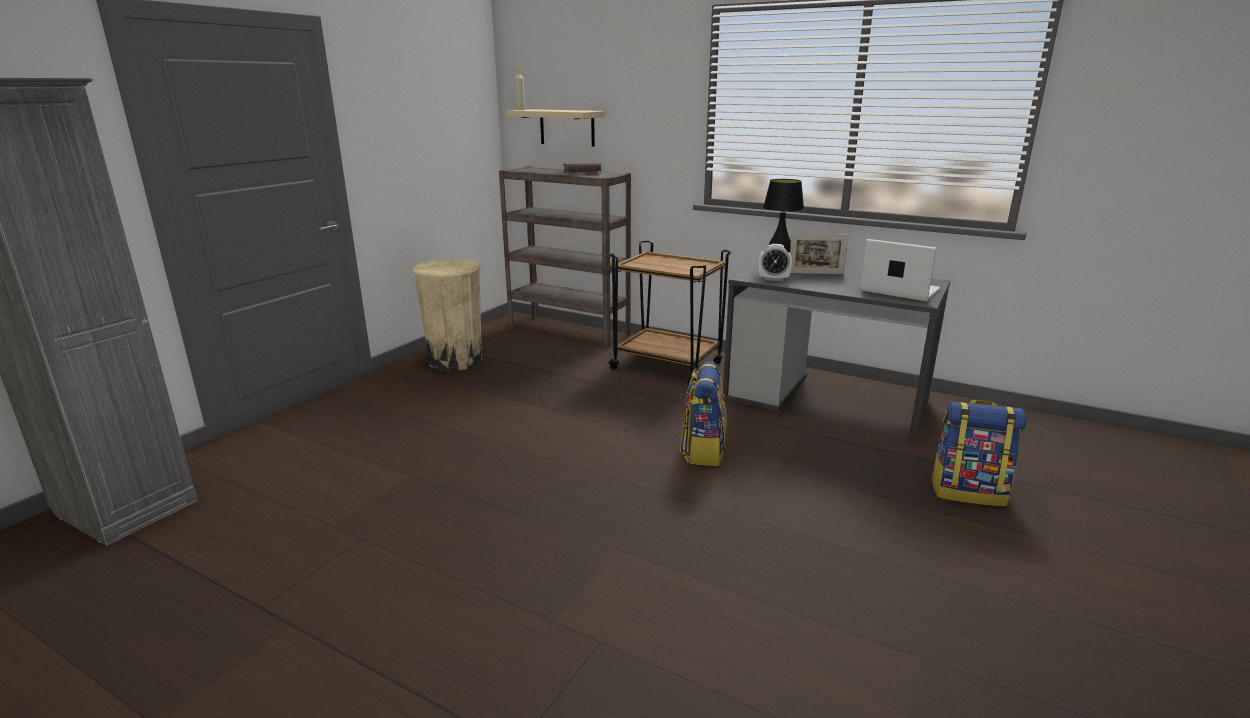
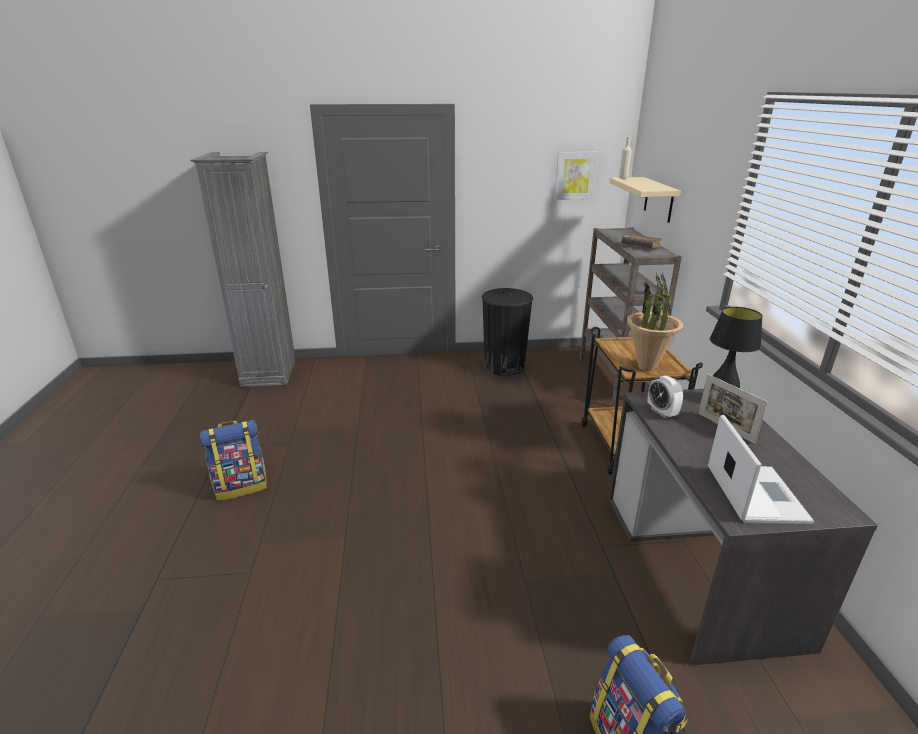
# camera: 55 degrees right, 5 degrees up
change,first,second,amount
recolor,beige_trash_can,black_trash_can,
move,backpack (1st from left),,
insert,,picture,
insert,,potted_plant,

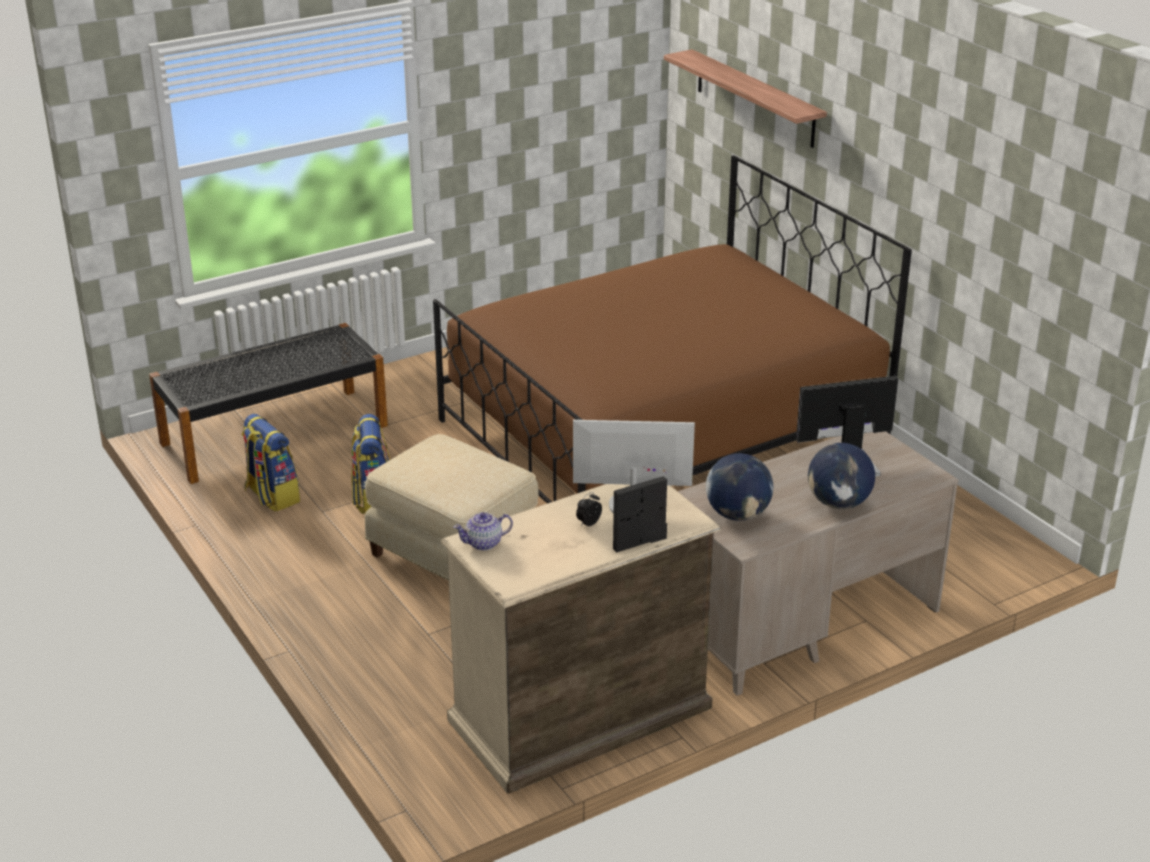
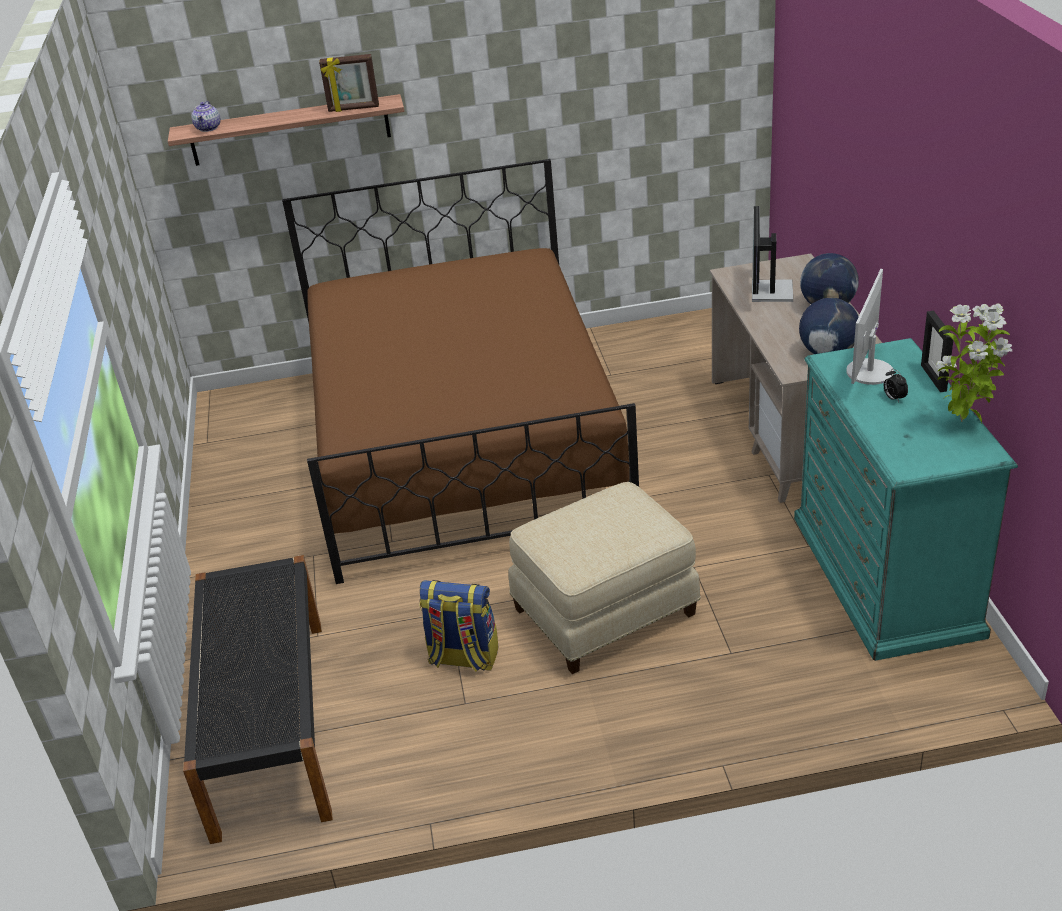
# camera: 65 degrees left, 5 degrees up
change,first,second,amount
delete,backpack (1st from left),,
recolor,beige_dresser,turquoise_dresser,
move,teapot,,
insert,,picture_frame (1st from left),
insert,,potted_plant,

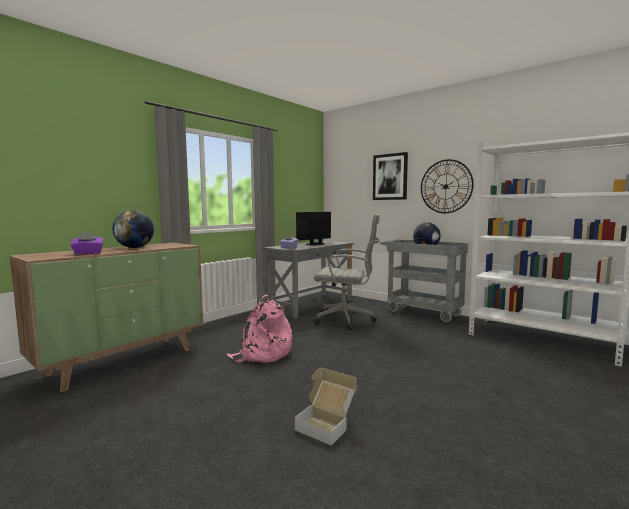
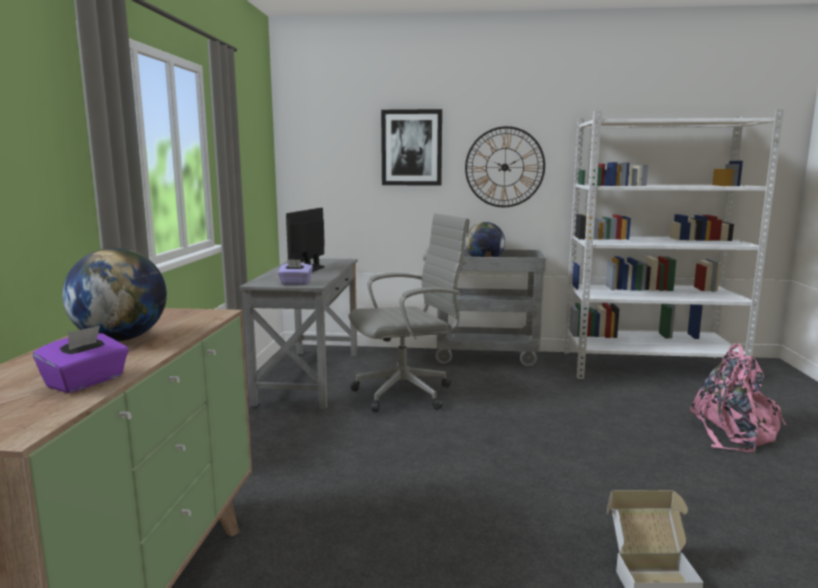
# camera: 35 degrees left, 5 degrees up
change,first,second,amount
move,pink_backpack,,

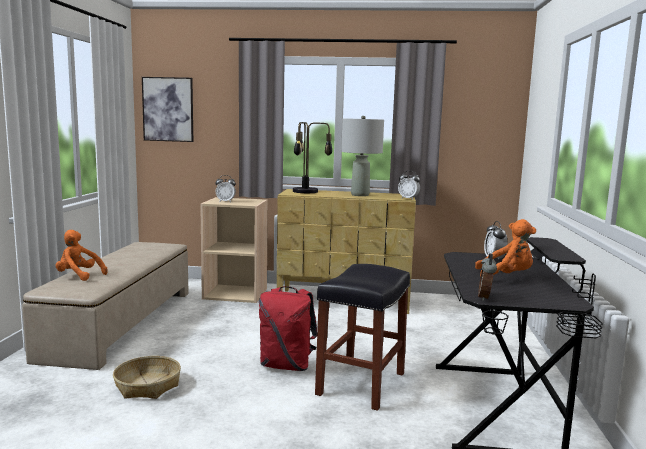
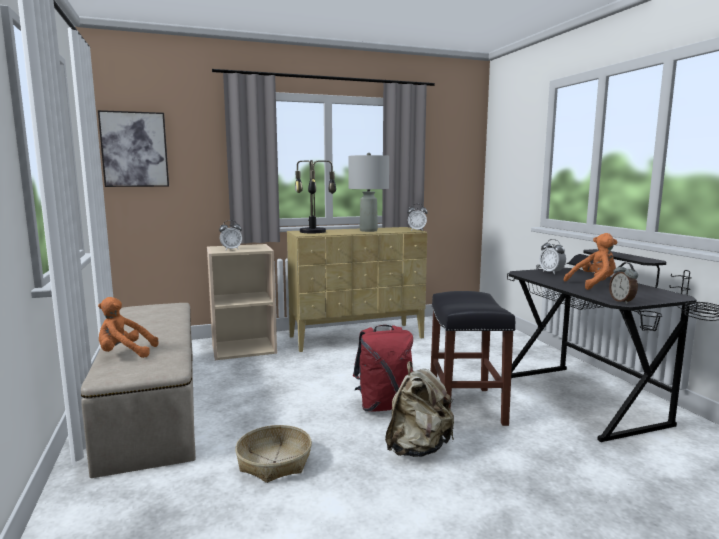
# camera: 25 degrees left, 0 degrees up
change,first,second,amount
insert,,beige_backpack,

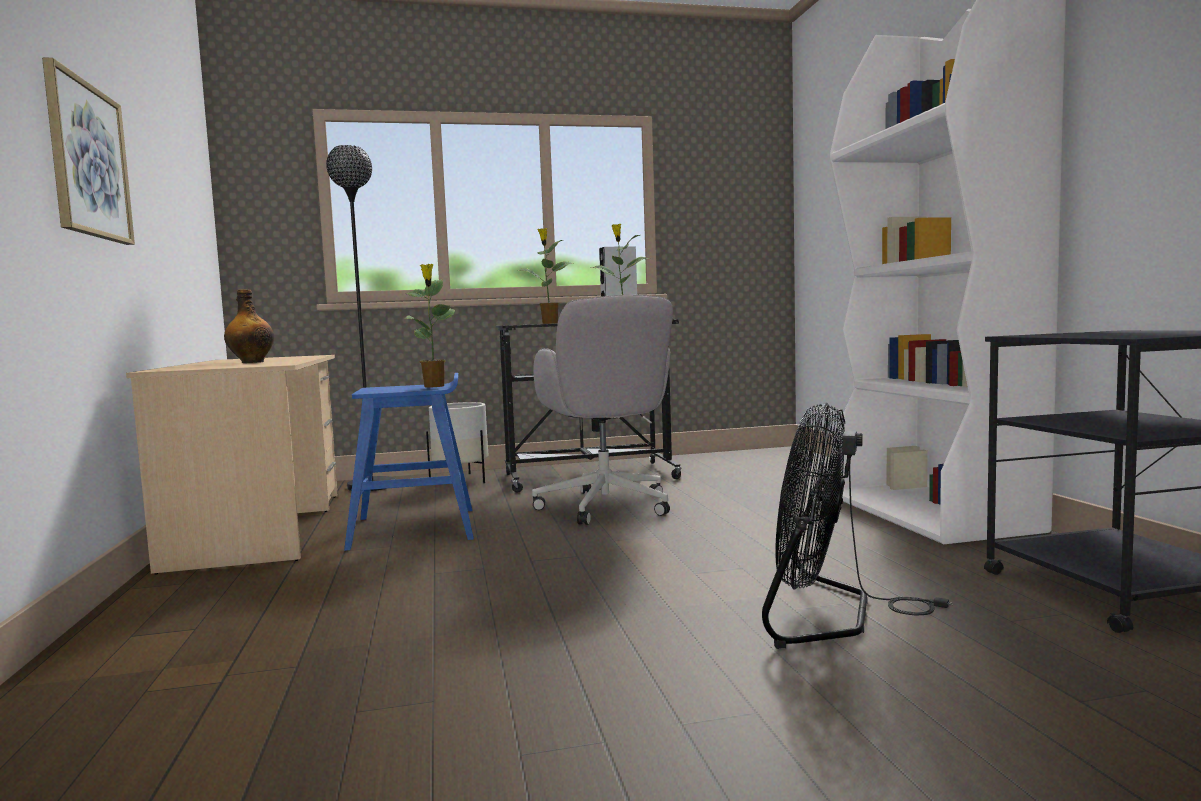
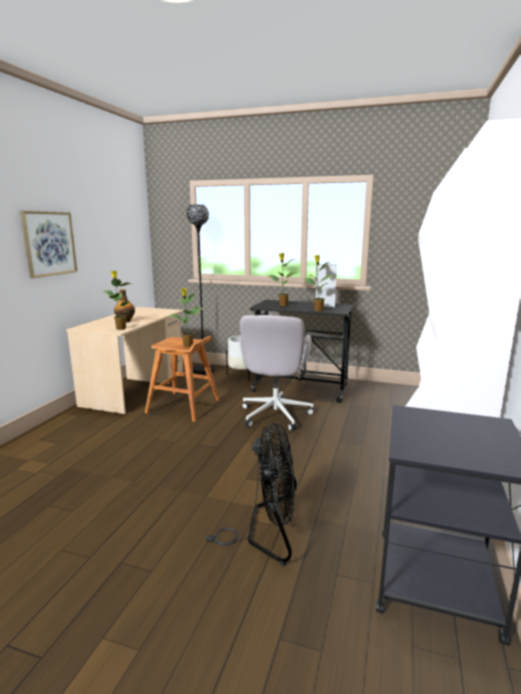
# camera: 30 degrees right, 10 degrees up
change,first,second,amount
recolor,blue_stool,brown_stool,
rotate,black_fan,,135 degrees clockwise
insert,,potted_plant (1st from left),

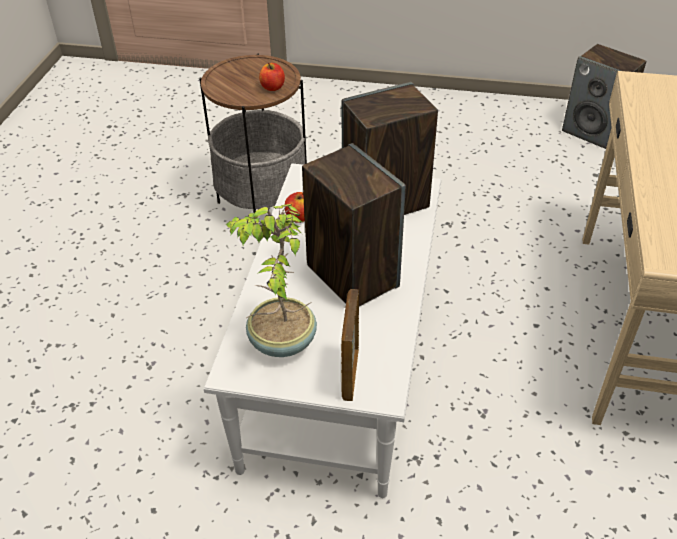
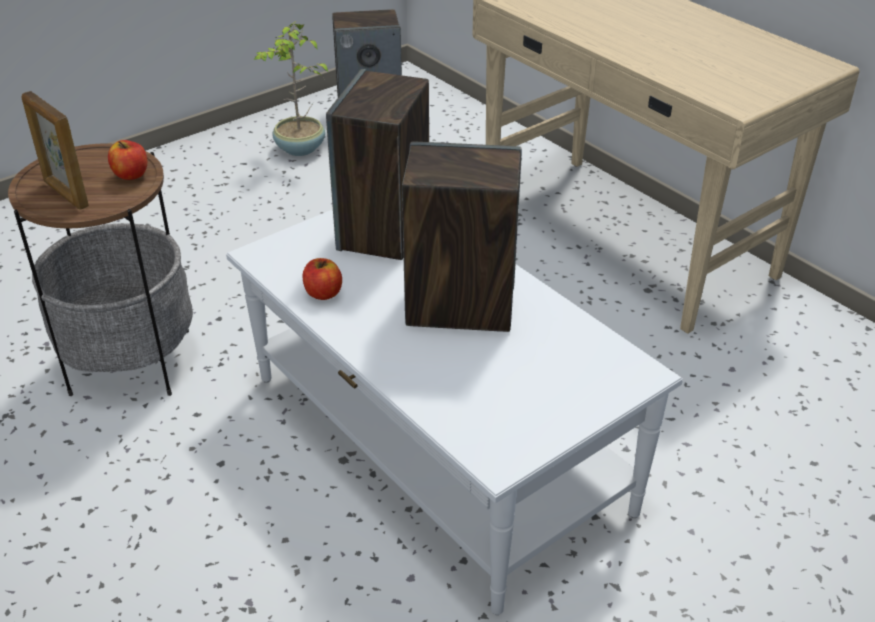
# camera: 50 degrees left, 5 degrees down
change,first,second,amount
move,potted_plant,,
move,picture_frame,,

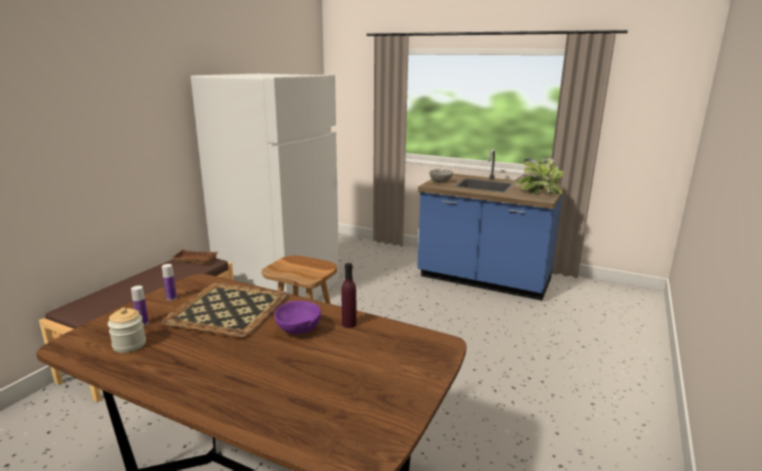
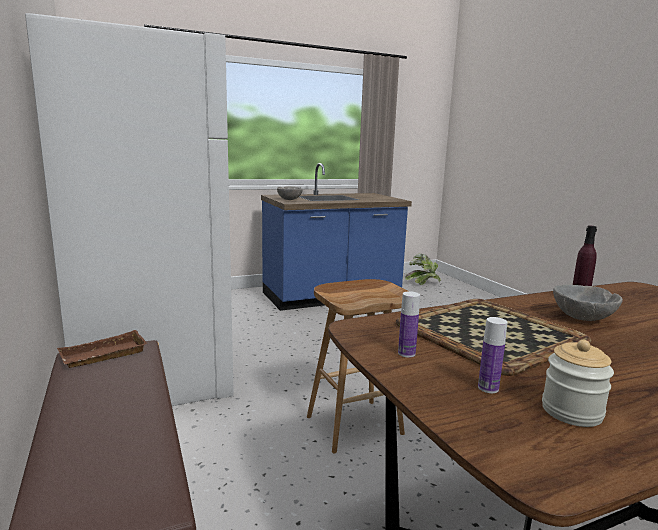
# camera: 50 degrees left, 5 degrees down
change,first,second,amount
move,potted_plant,,
recolor,purple_bowl,grey_bowl (2nd from left),

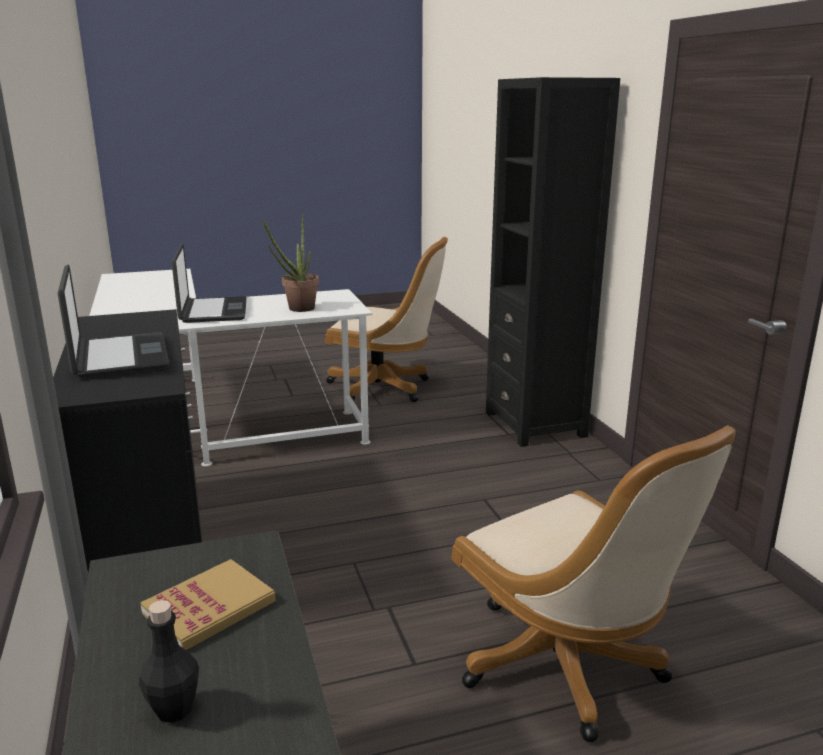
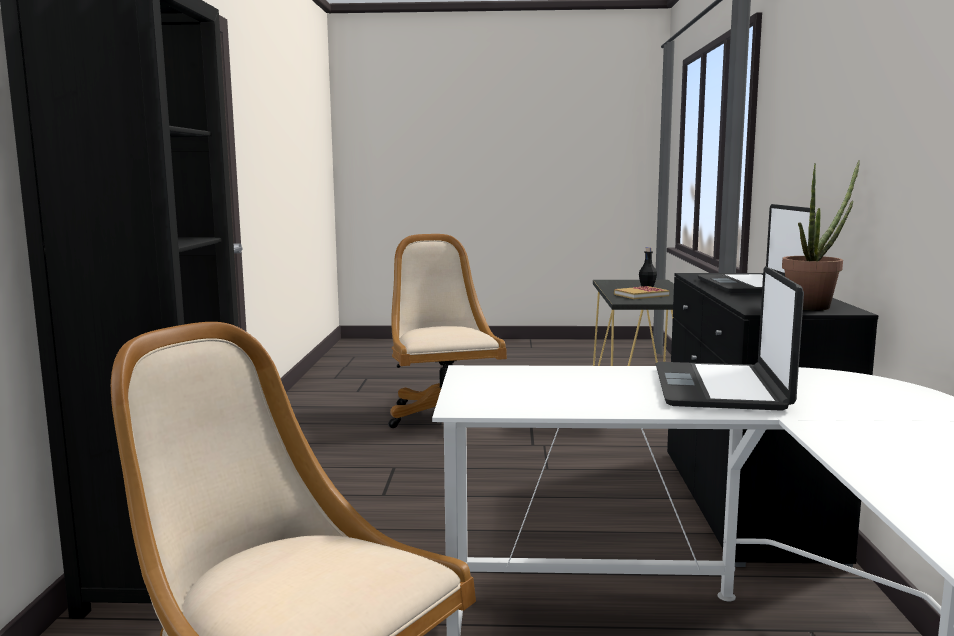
# camera: 160 degrees left, 10 degrees down
change,first,second,amount
move,potted_plant,,

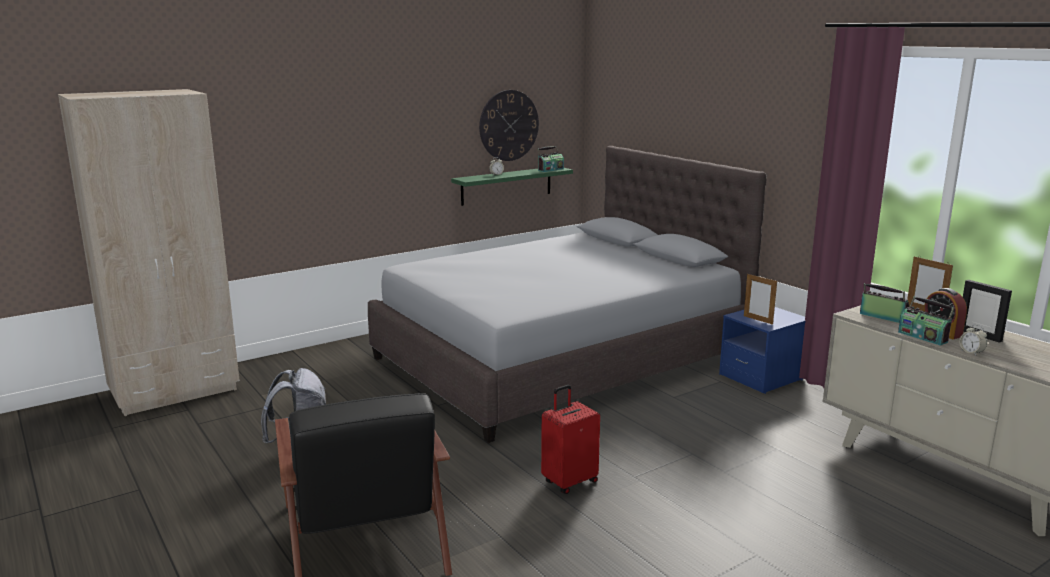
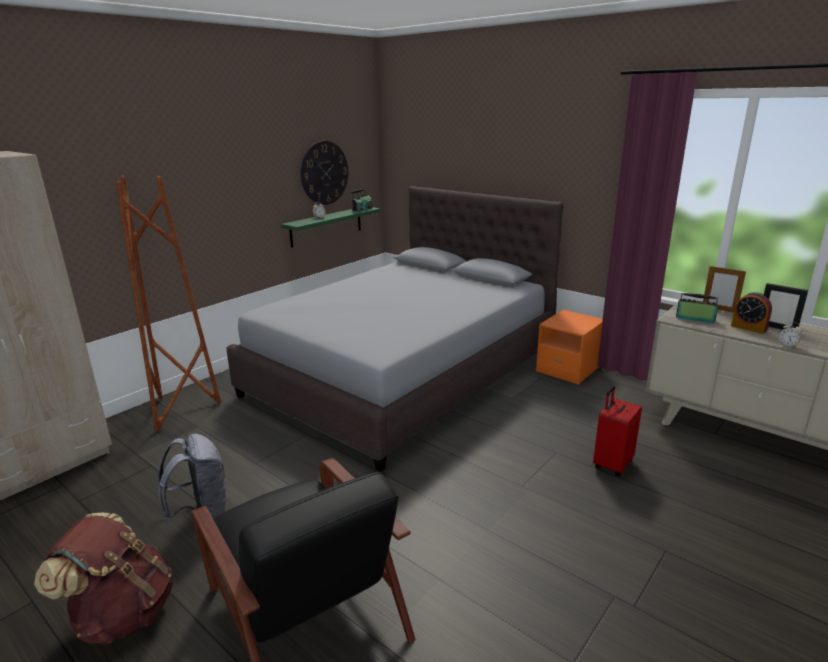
# camera: 15 degrees left, 5 degrees up
change,first,second,amount
delete,picture_frame (1st from left),,
delete,radio (3rd from left),,
recolor,blue_nightstand,orange_nightstand,
move,red_suitcase,,
insert,,brown_clothes_rack,
insert,,brown_backpack,

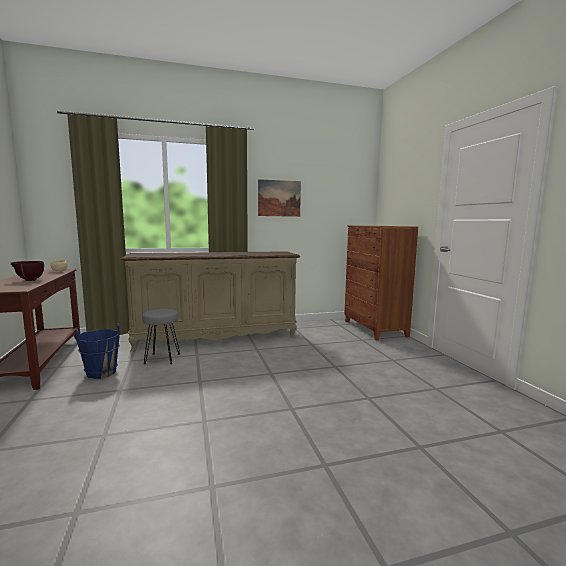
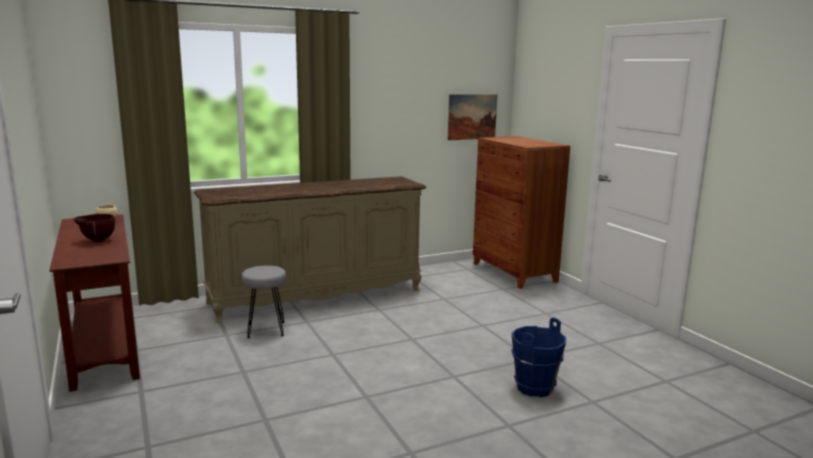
# camera: 10 degrees left, 5 degrees up
change,first,second,amount
move,picture,,
move,blue_bucket,,

